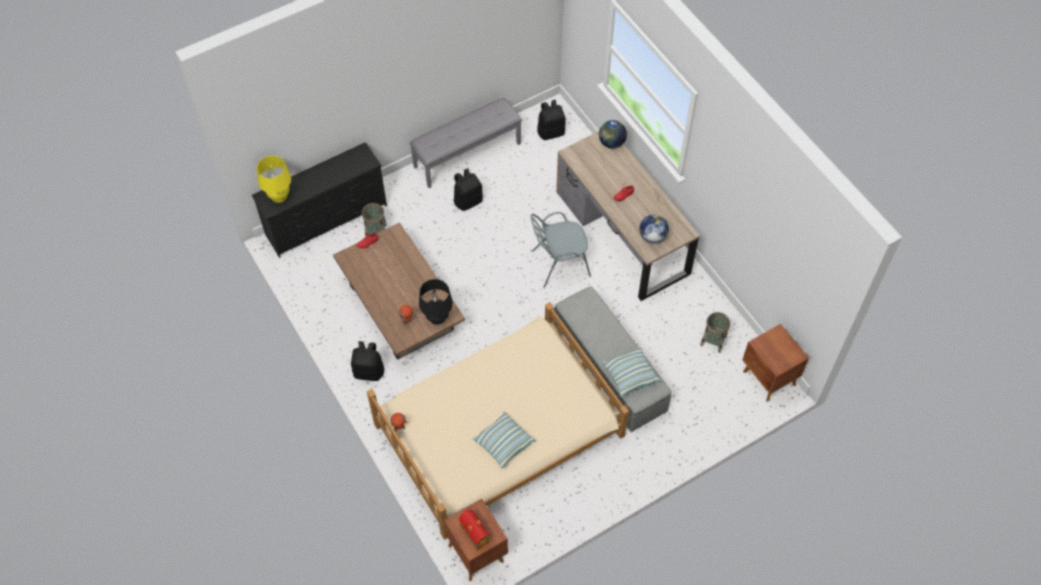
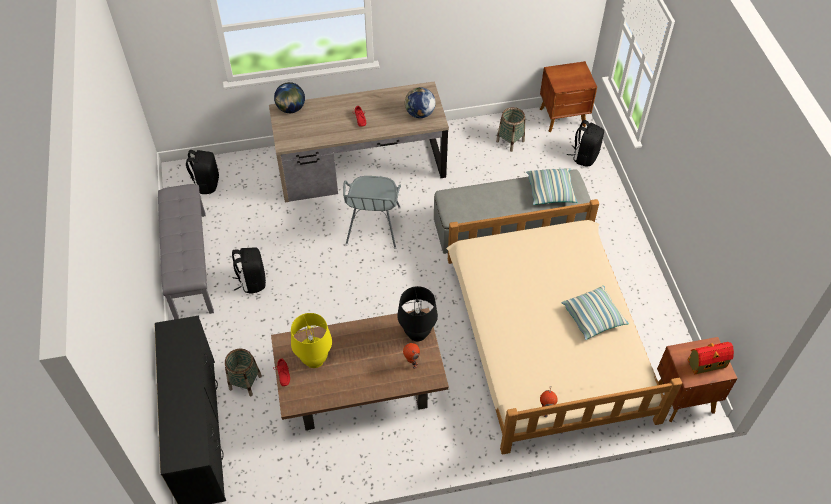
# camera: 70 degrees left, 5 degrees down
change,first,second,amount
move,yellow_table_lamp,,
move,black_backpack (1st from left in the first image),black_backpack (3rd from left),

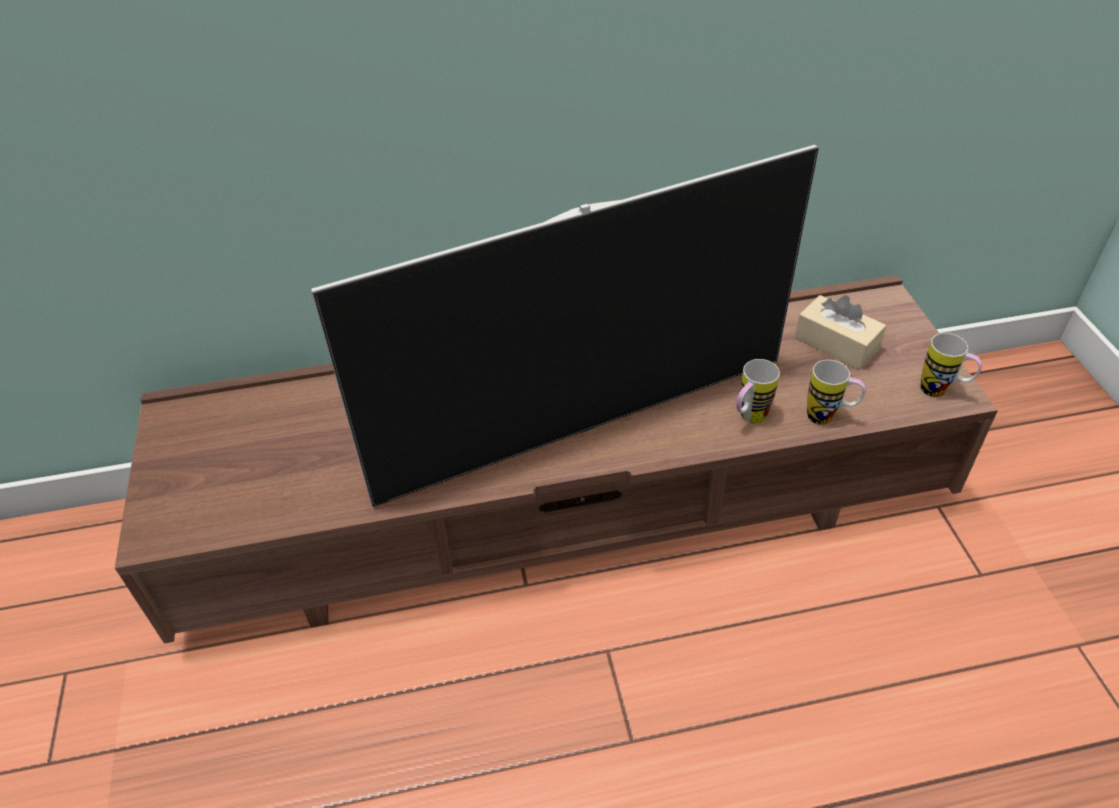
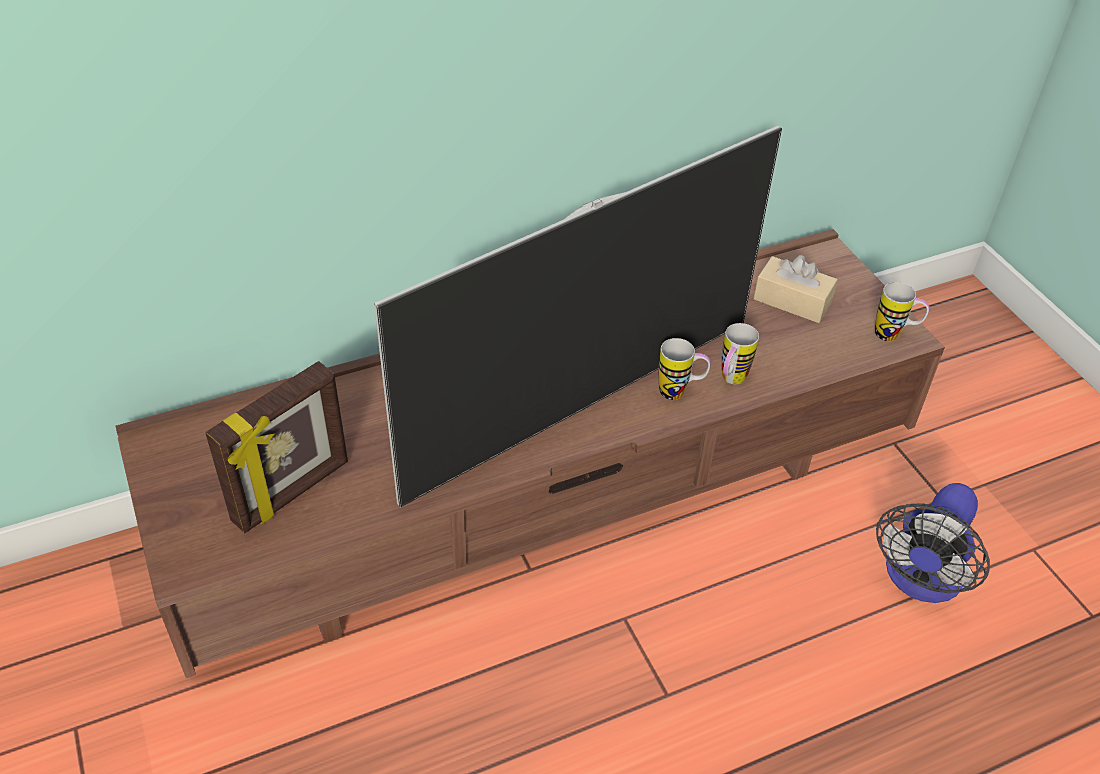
# camera: 15 degrees left, 0 degrees up
change,first,second,amount
move,mug (2nd from left in the first image),mug (1st from left),
insert,,picture_frame,
insert,,fan,

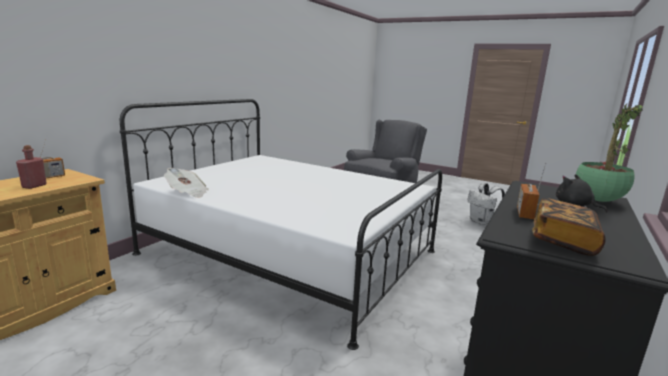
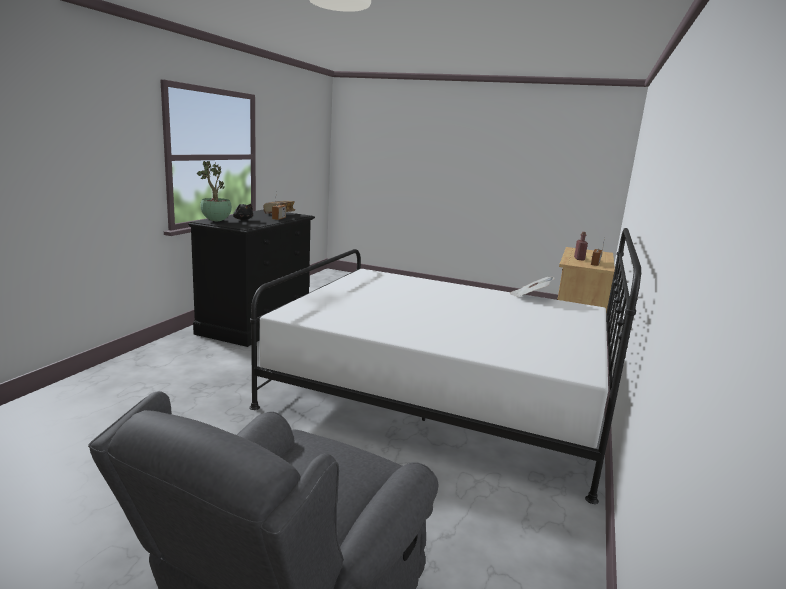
# camera: 170 degrees right, 0 degrees up
change,first,second,amount
delete,white_backpack,,

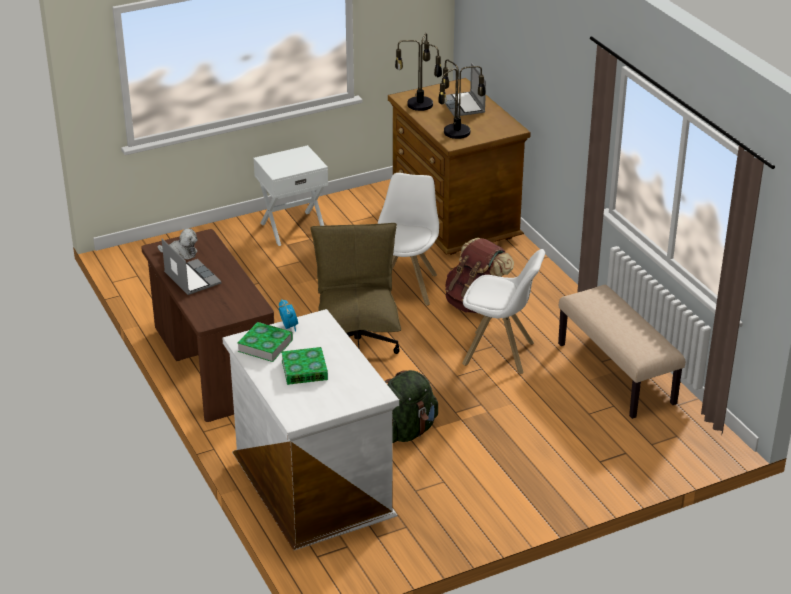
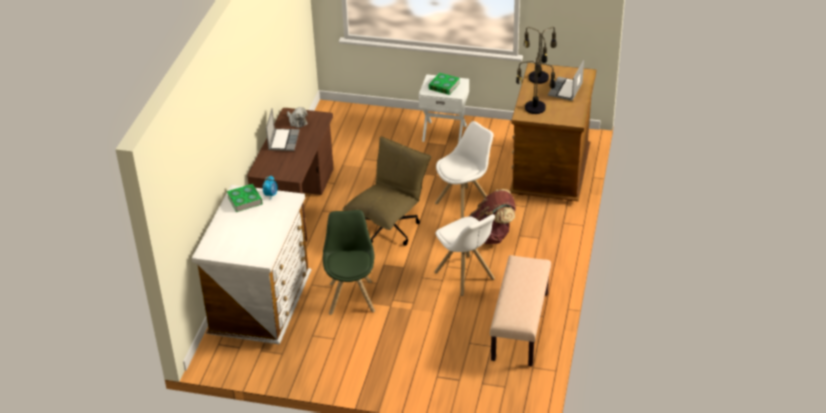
# camera: 40 degrees right, 5 degrees up
change,first,second,amount
move,book (2nd from left),,
replace,green_backpack,green_chair,

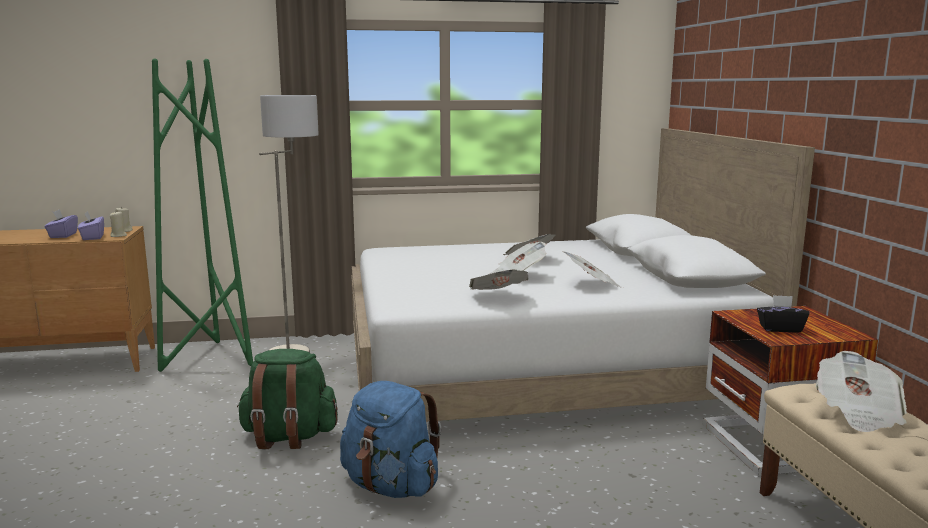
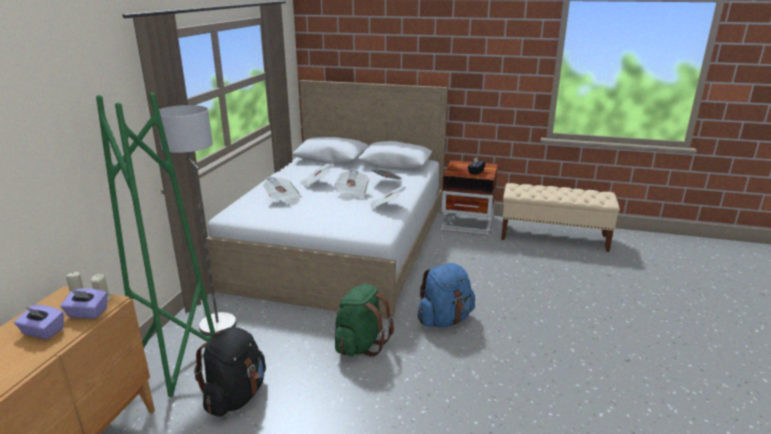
# camera: 65 degrees left, 10 degrees up
change,first,second,amount
move,newspaper (5th from left in the first image),newspaper (1st from left),
insert,,black_backpack,

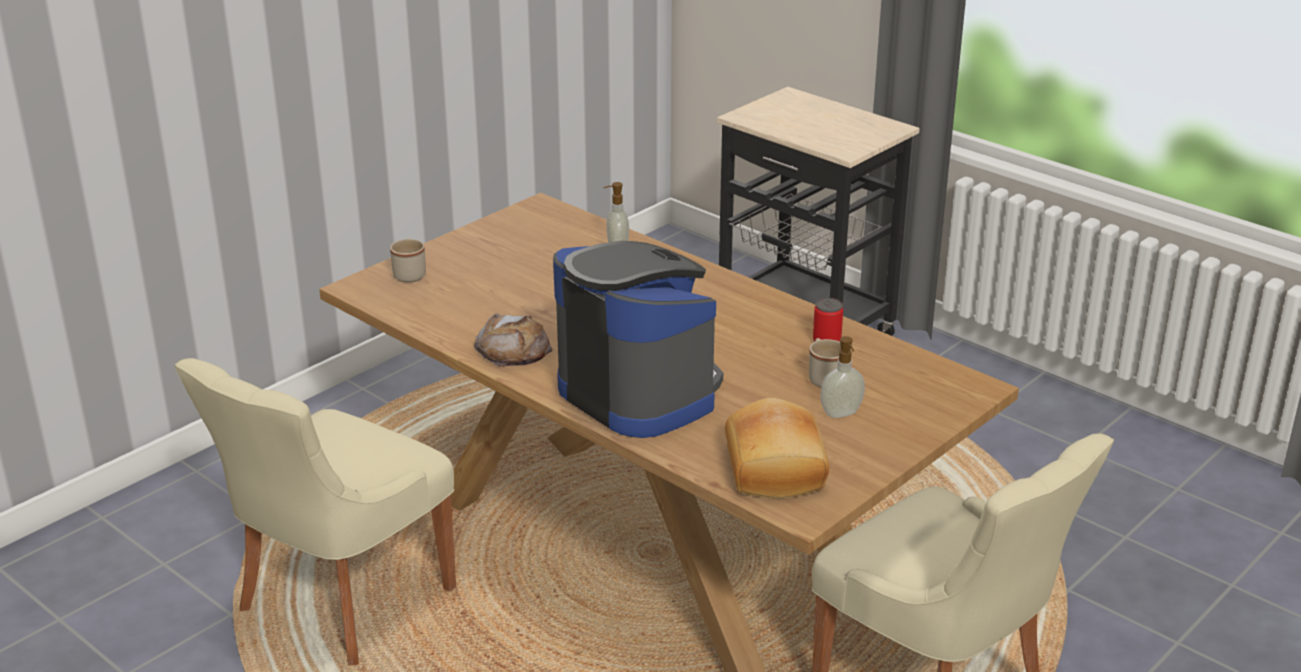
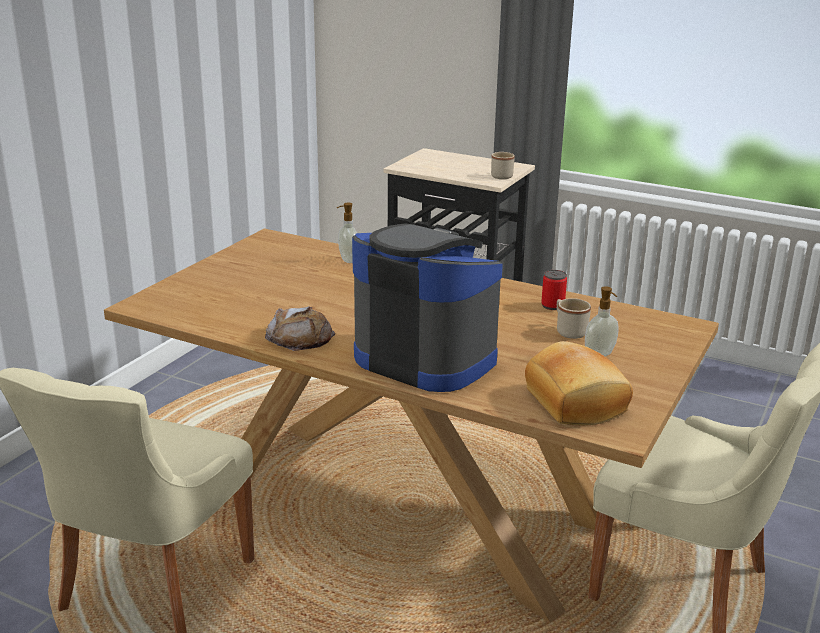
# camera: 15 degrees left, 5 degrees down
change,first,second,amount
move,beige_mug (1st from left),,

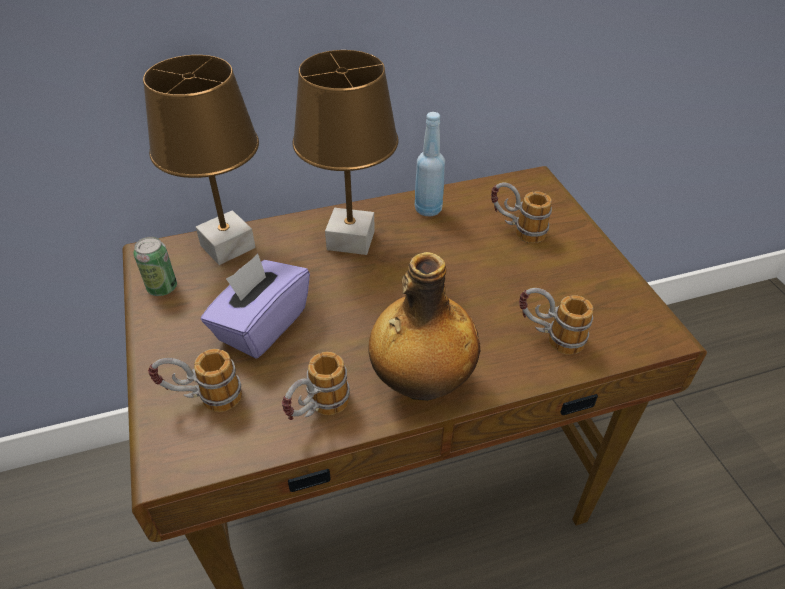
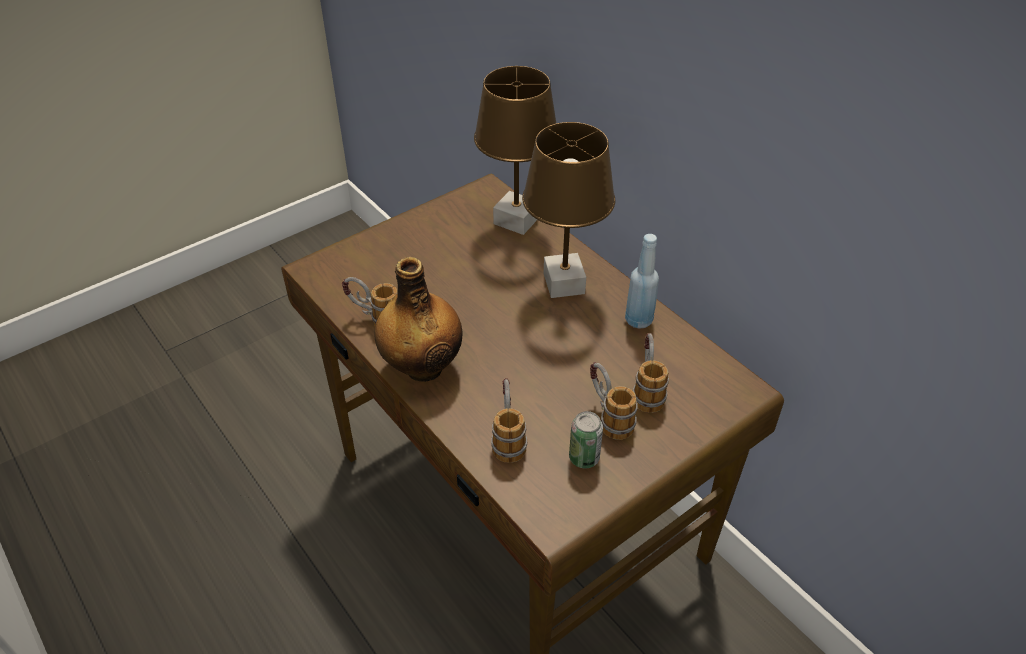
# camera: 70 degrees right, 0 degrees up
change,first,second,amount
move,can,,
delete,purple_tissue_box,,
move,mug (1st from left in the first image),mug (3rd from left),

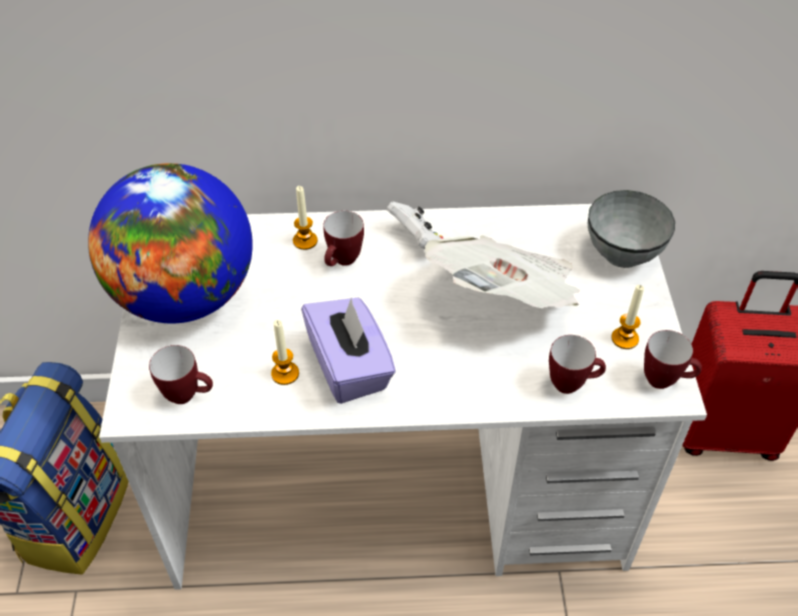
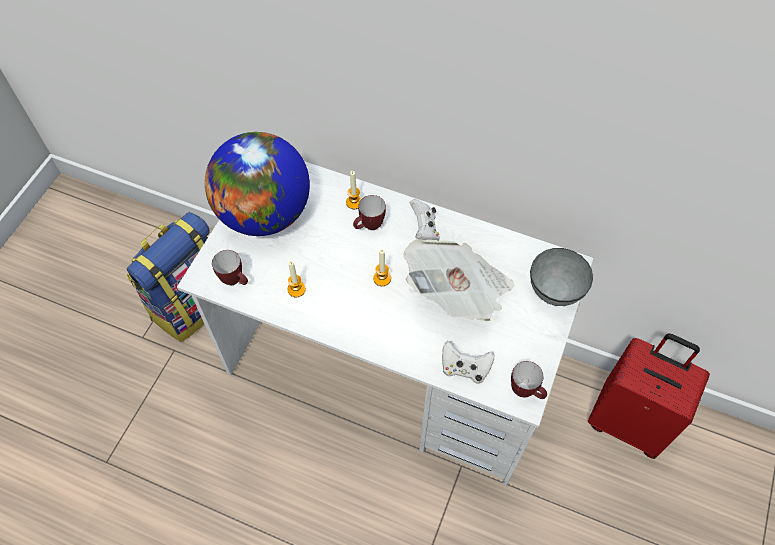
# camera: 25 degrees right, 10 degrees up
change,first,second,amount
move,candle (3rd from left),,
delete,purple_tissue_box,,
replace,mug (3rd from left),white_game_controller (2nd from left),

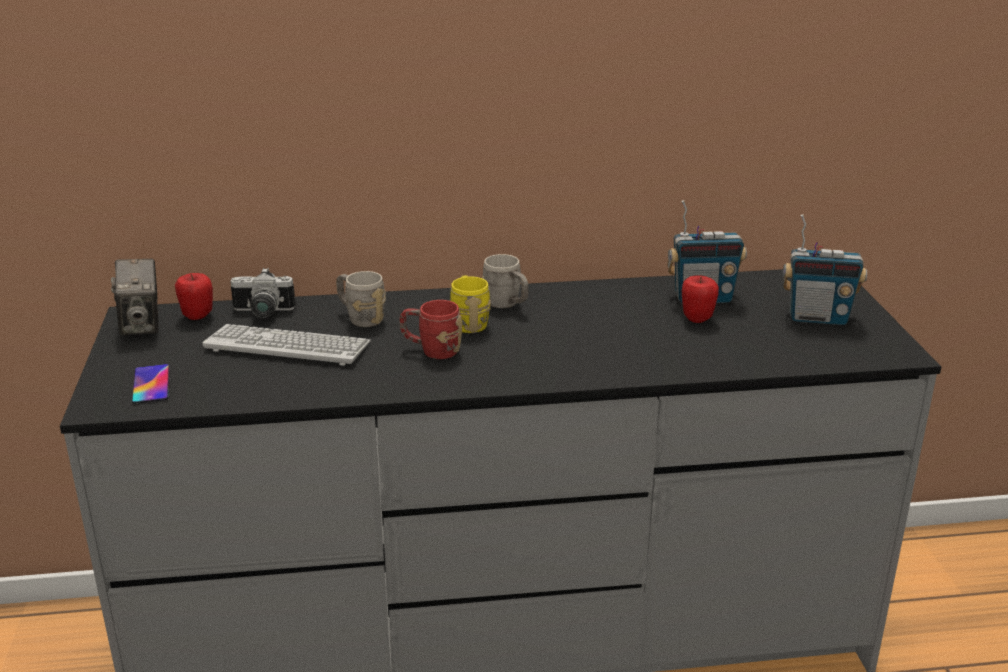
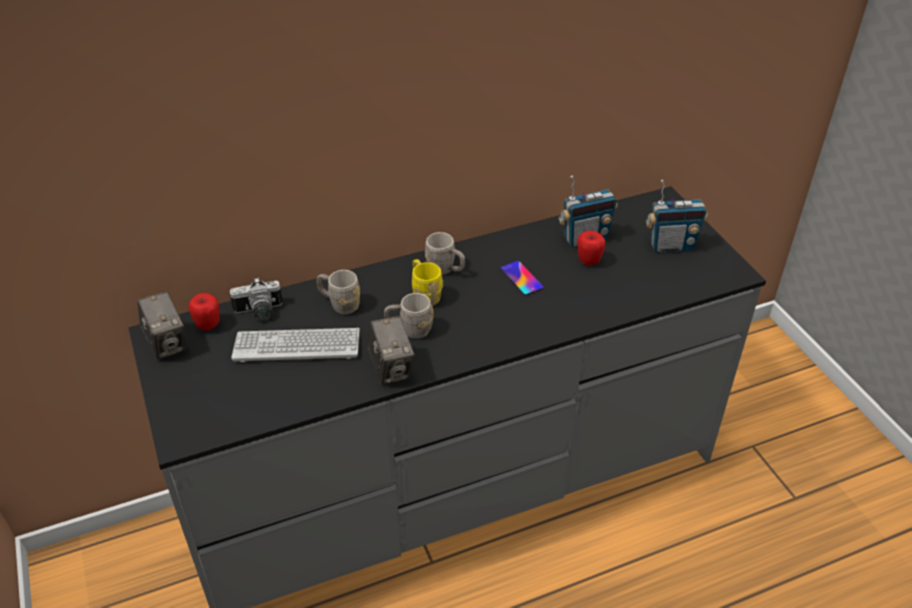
# camera: 15 degrees left, 15 degrees up
change,first,second,amount
recolor,red_mug,grey_mug (2nd from left),
move,phone,,
insert,,photo_camera (3rd from left),

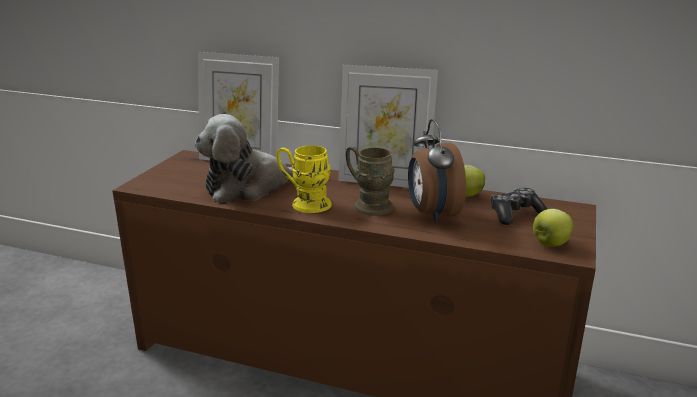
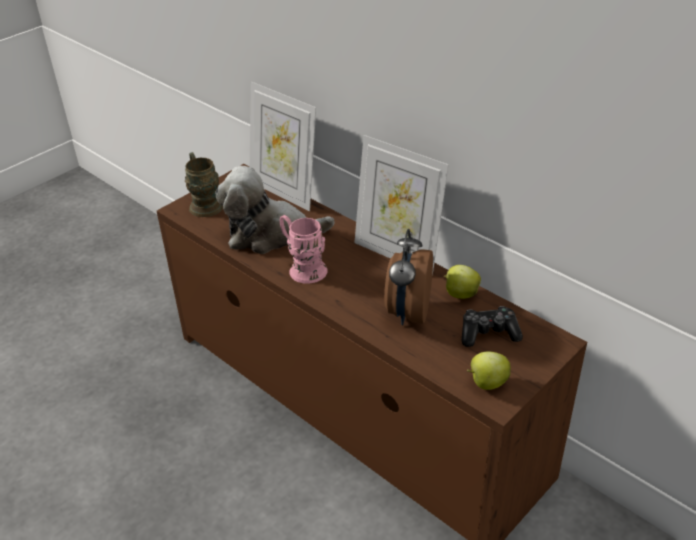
# camera: 25 degrees right, 15 degrees up
change,first,second,amount
recolor,yellow_mug,pink_mug,
move,brown_mug,,

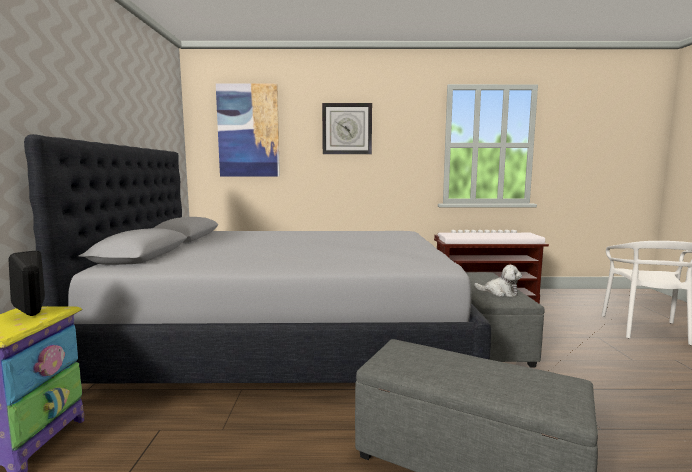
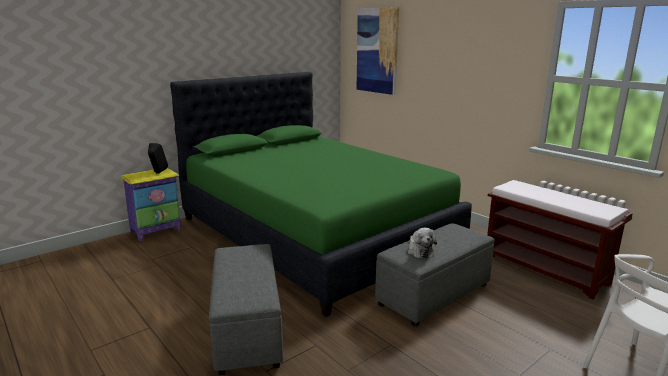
# camera: 50 degrees right, 10 degrees up
change,first,second,amount
delete,wall_clock,,
recolor,grey_bed,green_bed,

